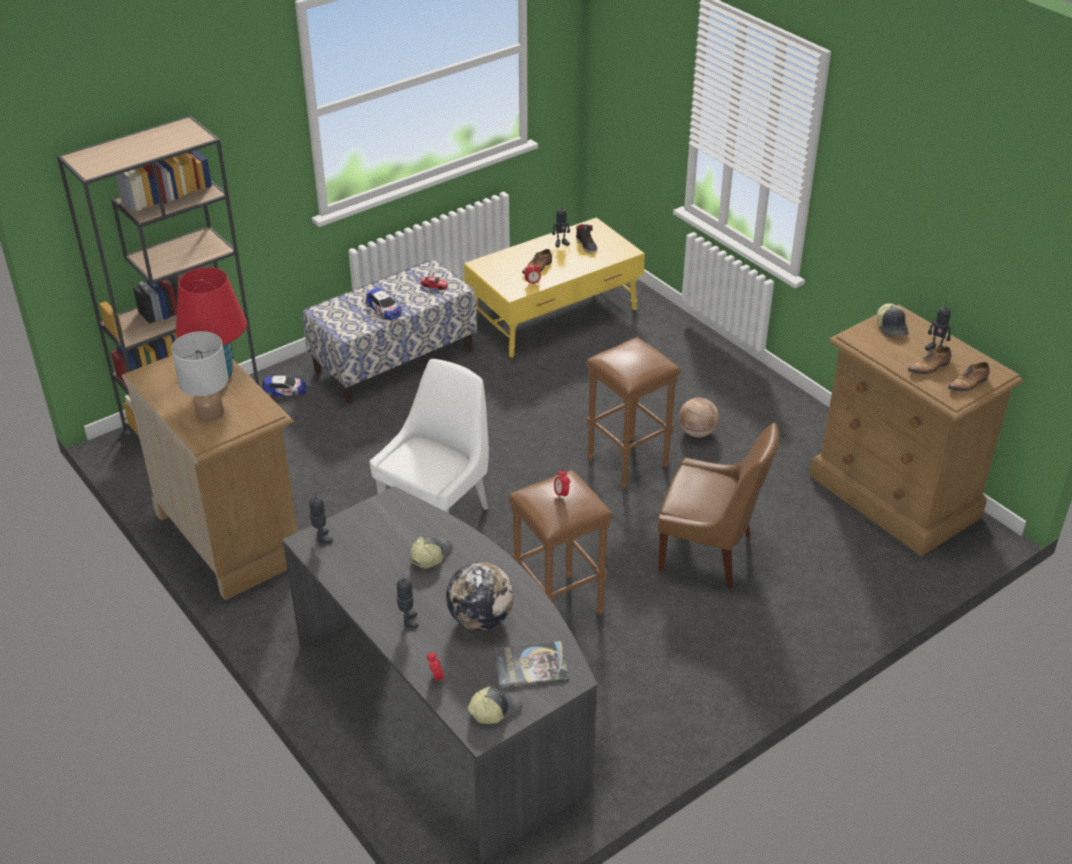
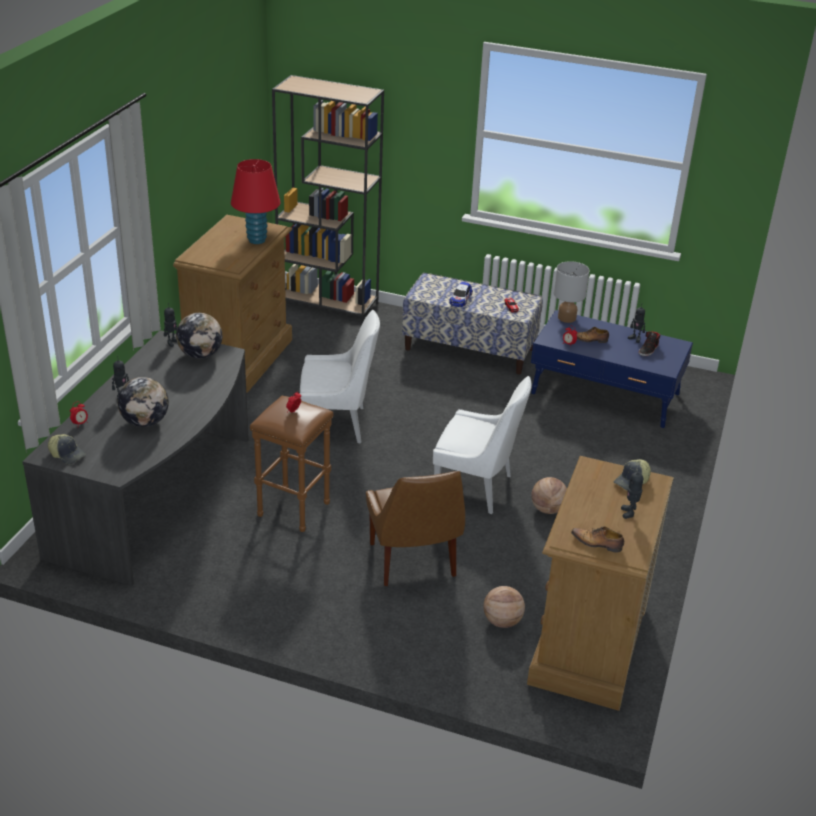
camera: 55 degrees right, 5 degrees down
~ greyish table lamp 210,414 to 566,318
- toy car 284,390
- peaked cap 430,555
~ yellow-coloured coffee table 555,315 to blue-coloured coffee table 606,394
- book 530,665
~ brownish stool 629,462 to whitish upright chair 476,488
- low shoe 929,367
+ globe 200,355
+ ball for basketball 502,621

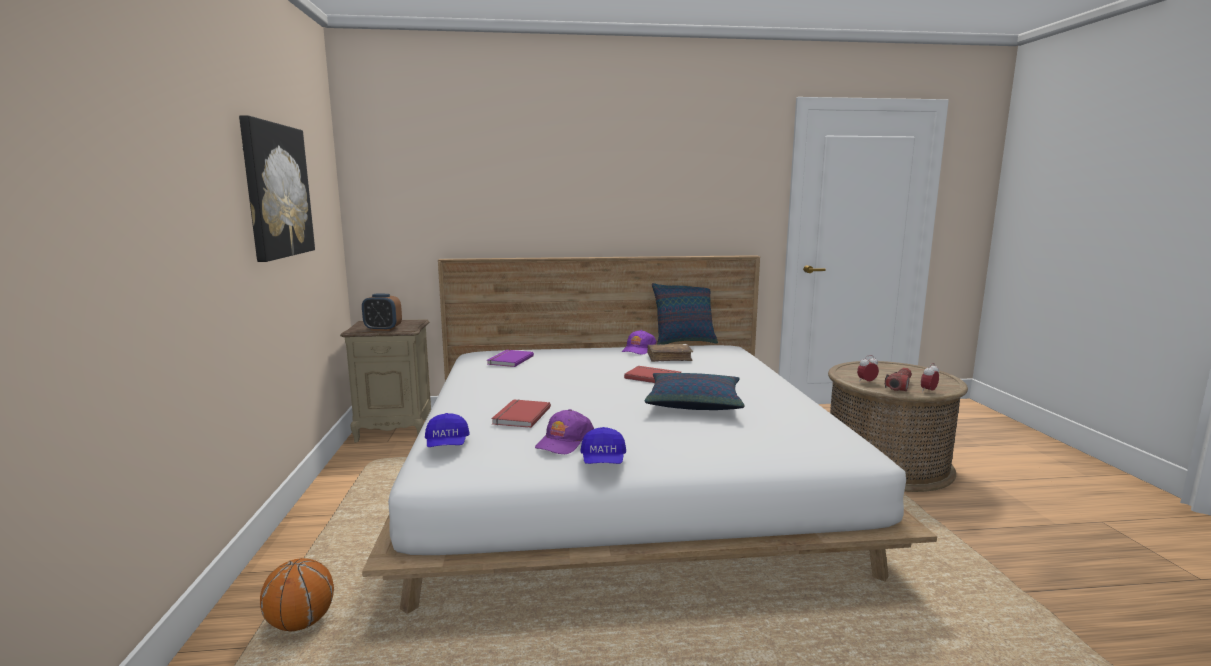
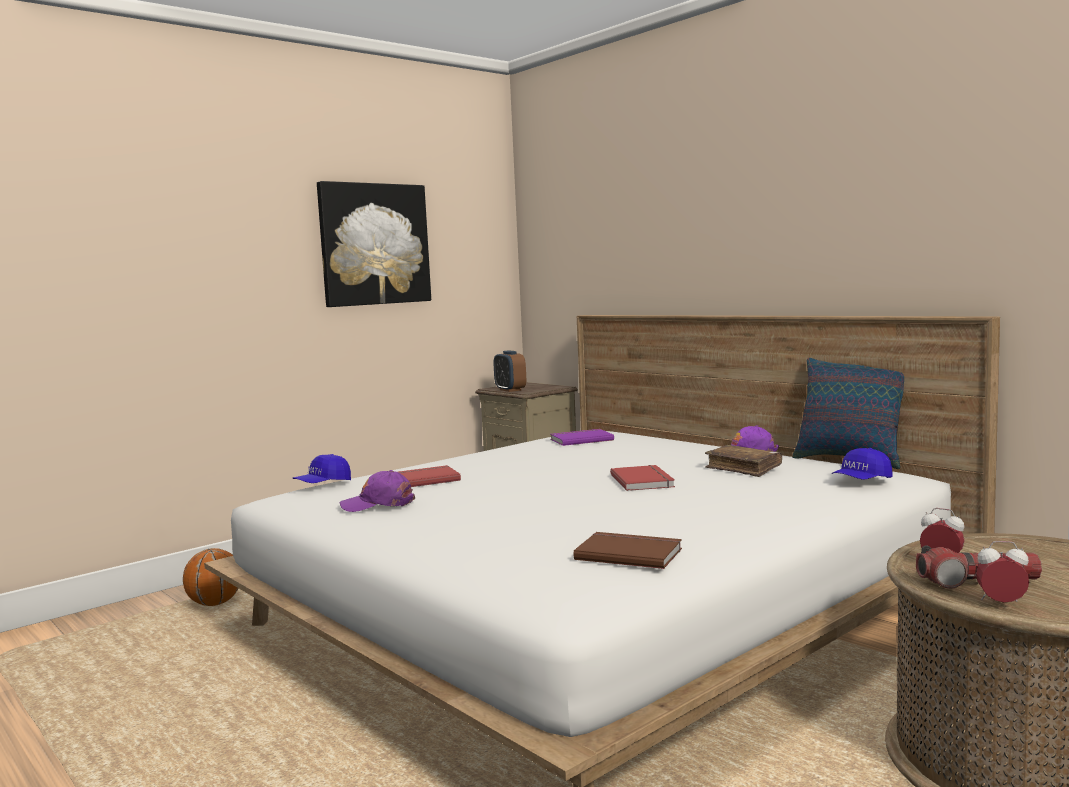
camera: 55 degrees right, 5 degrees down
~ blue-coloured peaked cap 603,461 to 861,481
- blue-coloured throw pillow 694,403
+ brownish book 629,553

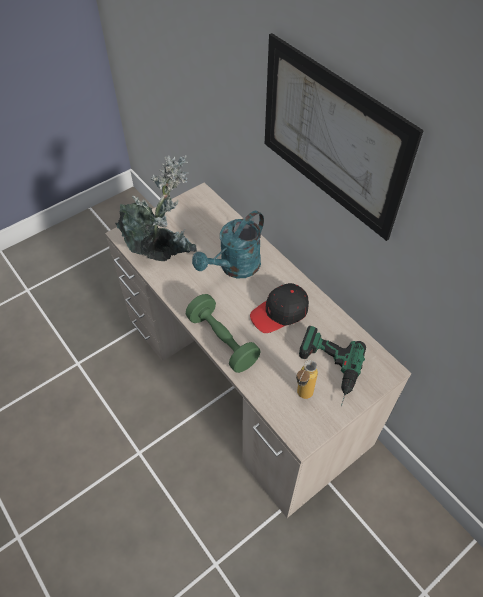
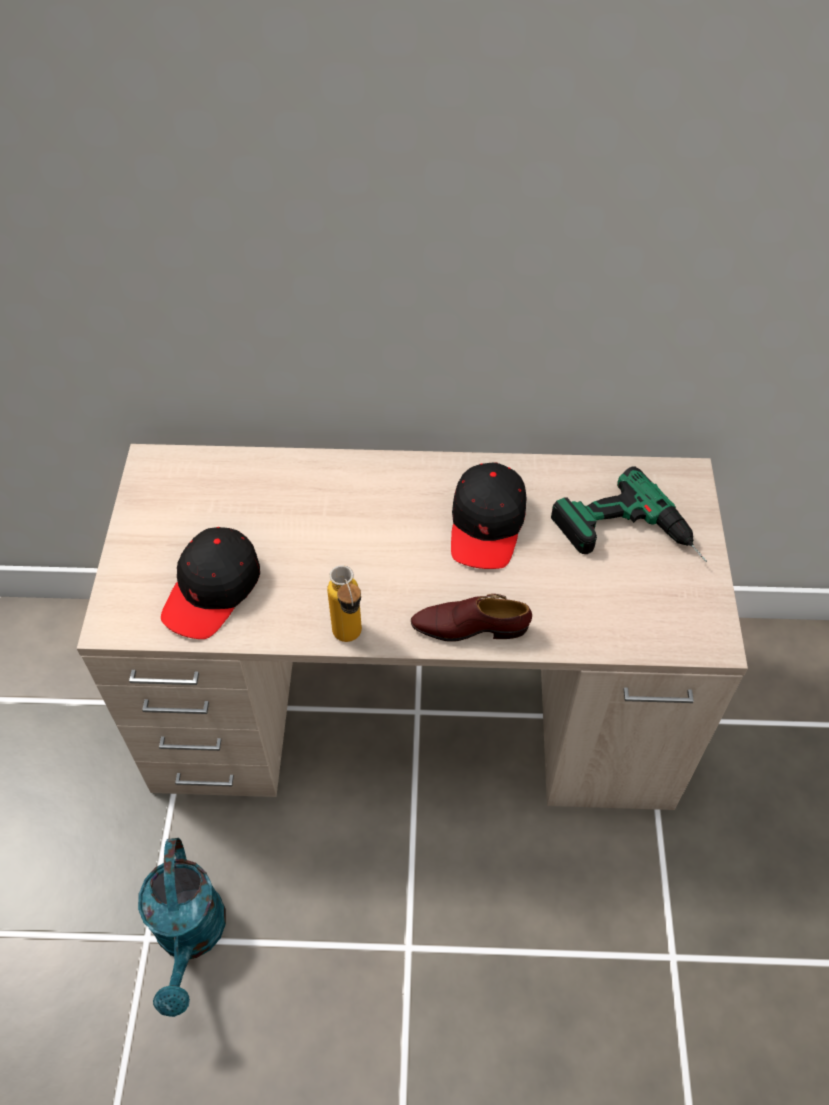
camera: 50 degrees left, 0 degrees up
~ plant in a pot 162,250 to black peaked cap 212,590
~ green dumbbell 222,341 to brownish low shoe 470,627
~ turquoise sprinkling can 235,268 to 191,937
- wall picture 331,137
~ bottle 301,397 to 350,641

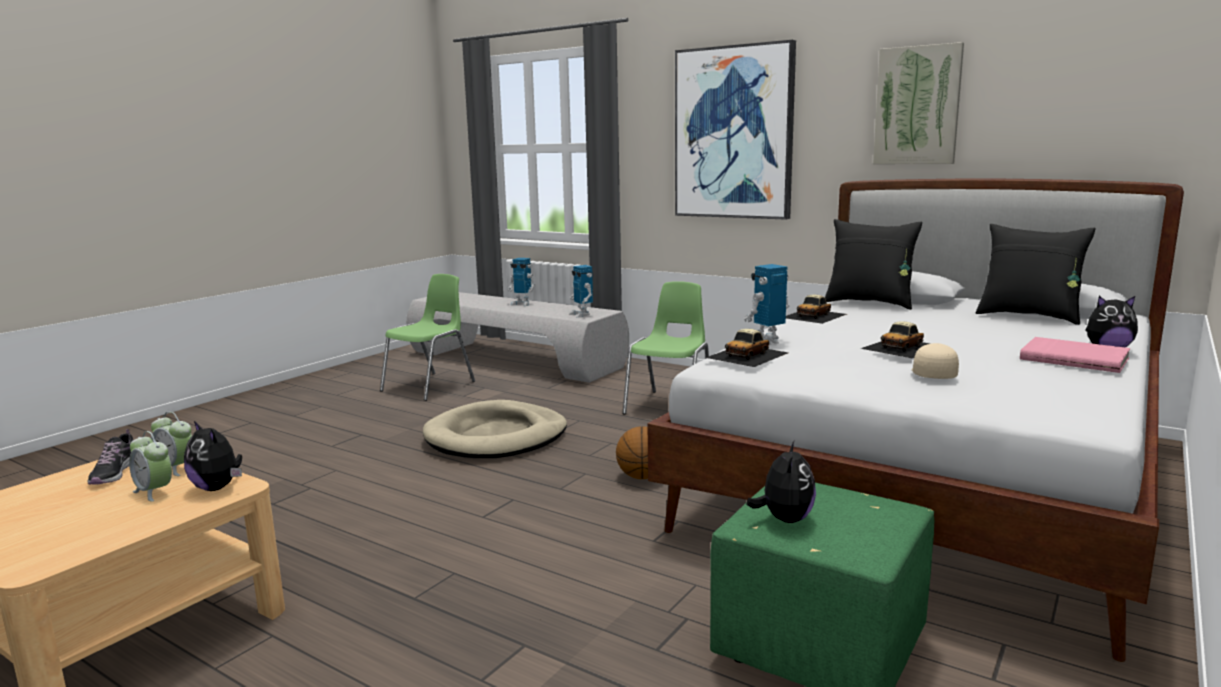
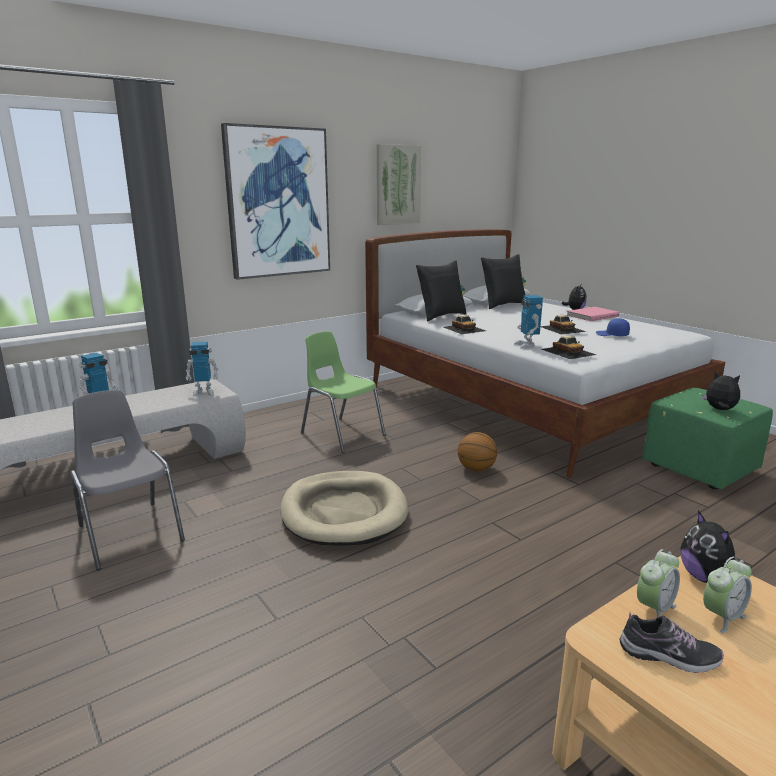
camera: 70 degrees left, 5 degrees up
~ plush toy 218,487 = 705,577 105 degrees clockwise
~ green upright chair 430,386 to greyish upright chair 129,532
~ beige peaked cap 932,374 to blue-coloured peaked cap 612,335

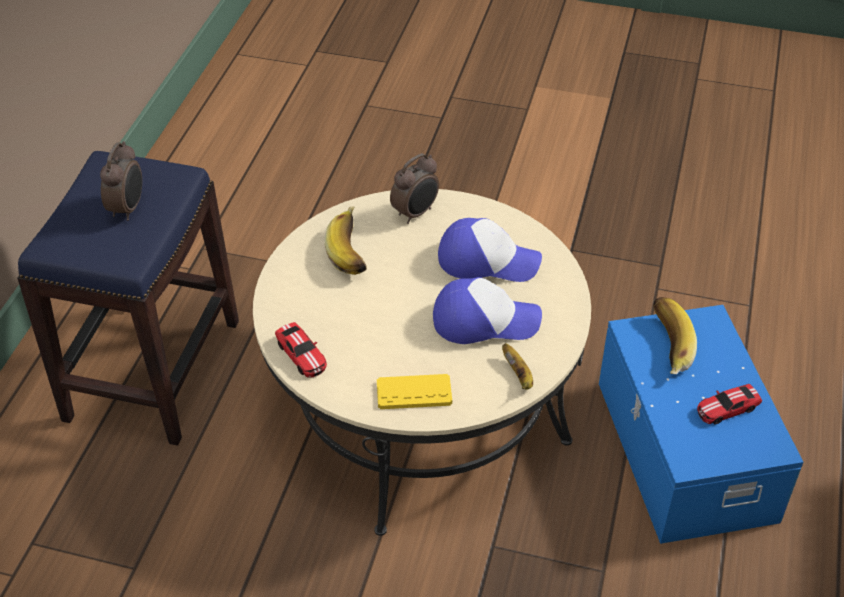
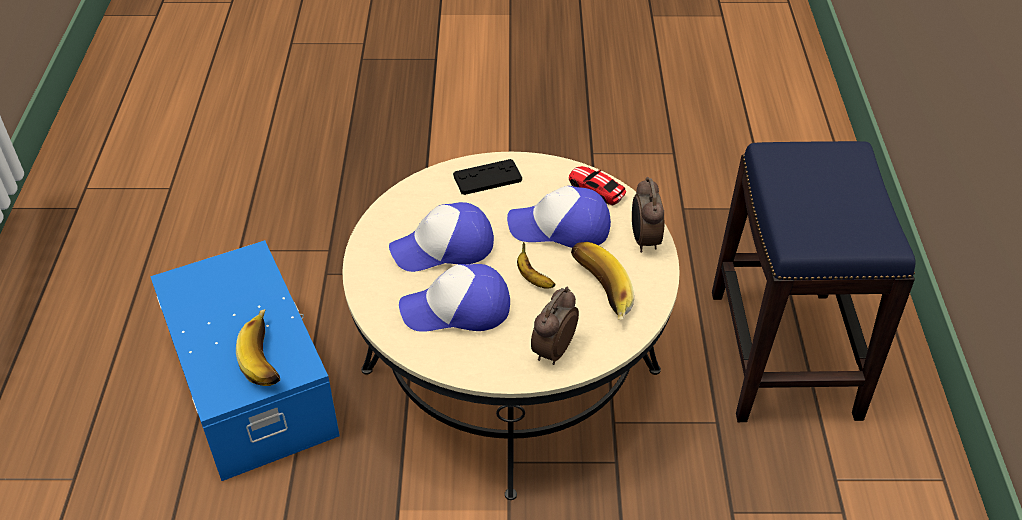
camera: 165 degrees right, 0 degrees up
~ table clock 128,208 to 644,240
~ yellow-coloured game controller 414,393 to black game controller 487,178
~ banana fruit 519,375 to 533,278
- toy car 728,408
+ peaked cap 560,227

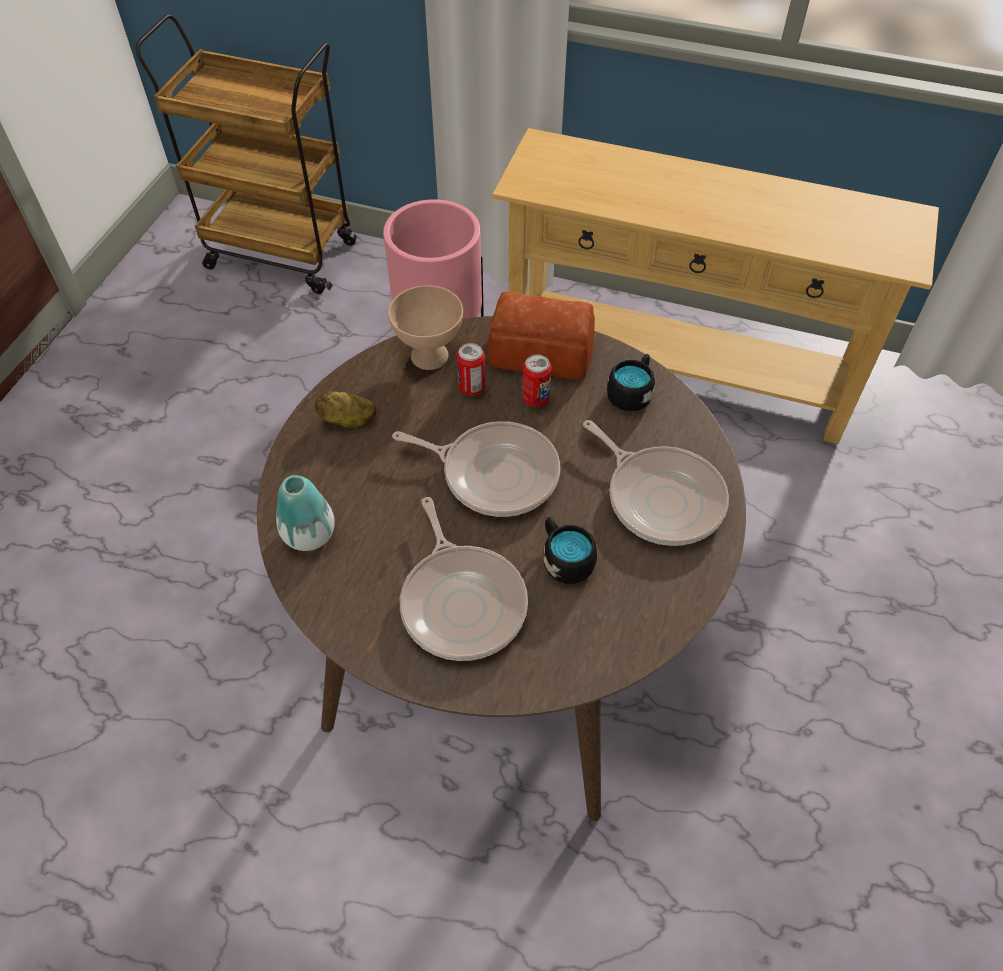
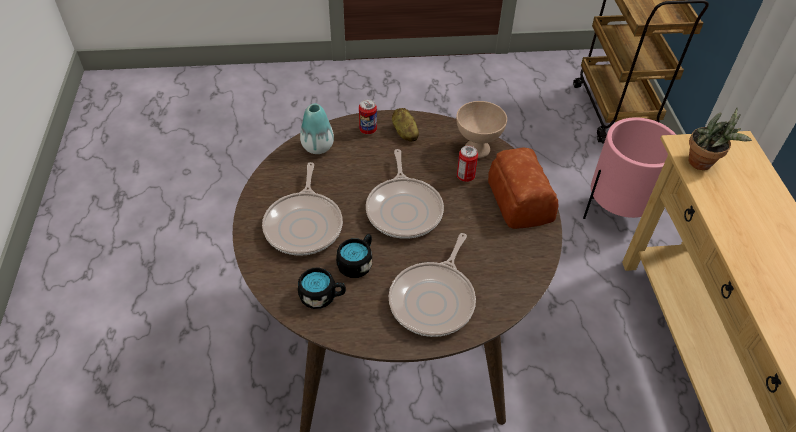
camera: 65 degrees right, 5 degrees down
~ pan 462,601 = 304,224 45 degrees counterclockwise
~ can 535,399 to 368,130
~ black mug 631,393 to 322,296
+ plant in a pot 703,164

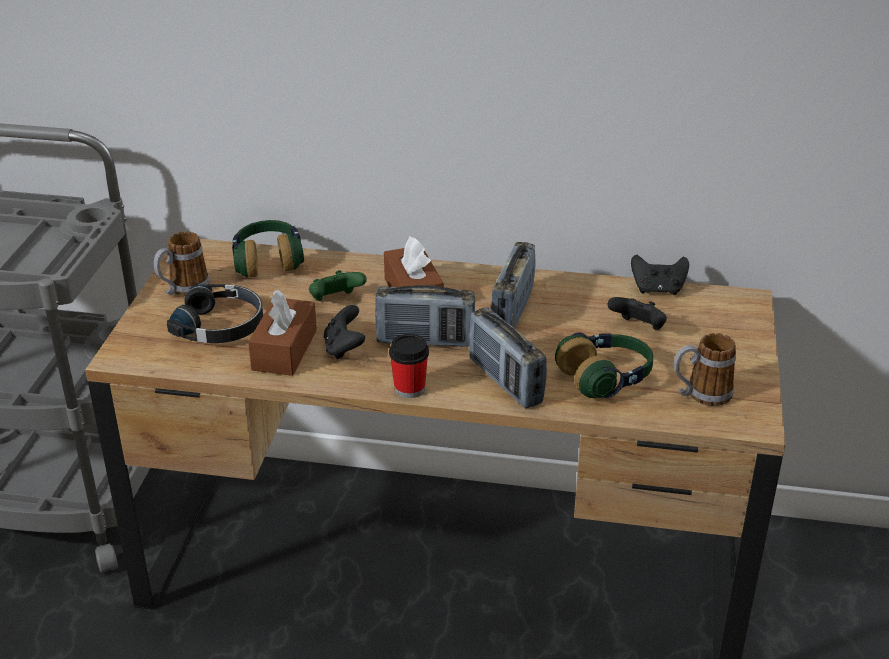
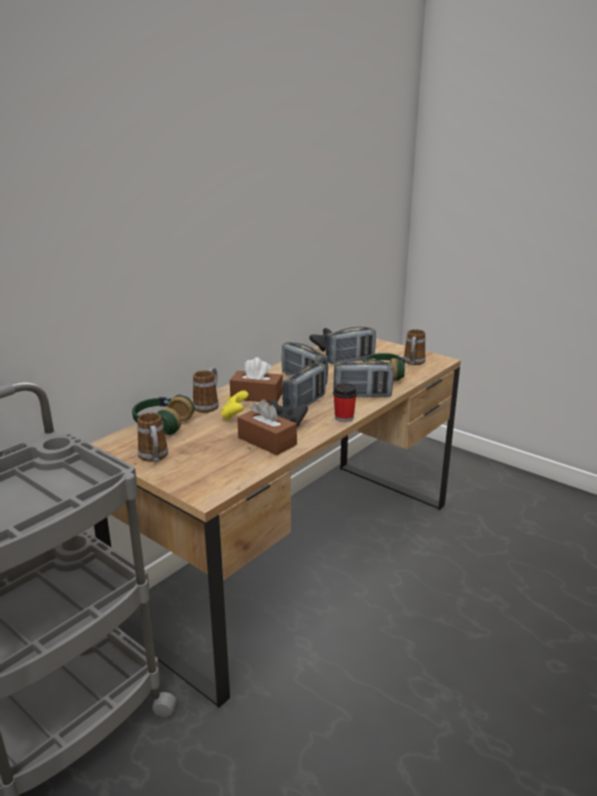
camera: 60 degrees left, 10 degrees down
- black headphones 221,325
~ green game controller 336,301 to yellow-coloured game controller 234,416
~ black game controller 638,328 to radio 350,360
+ mug 208,405

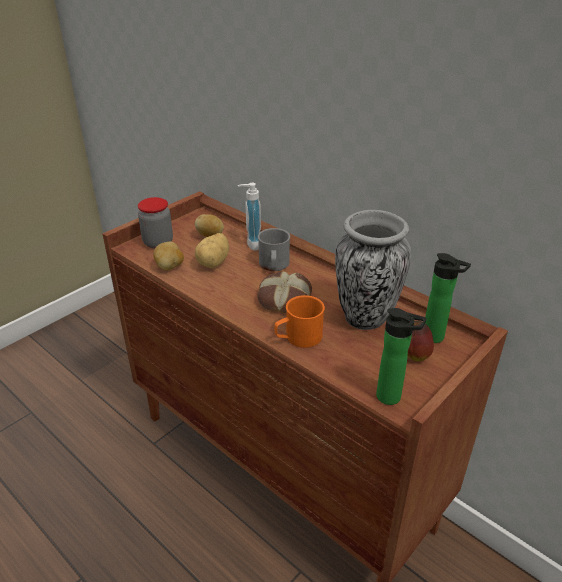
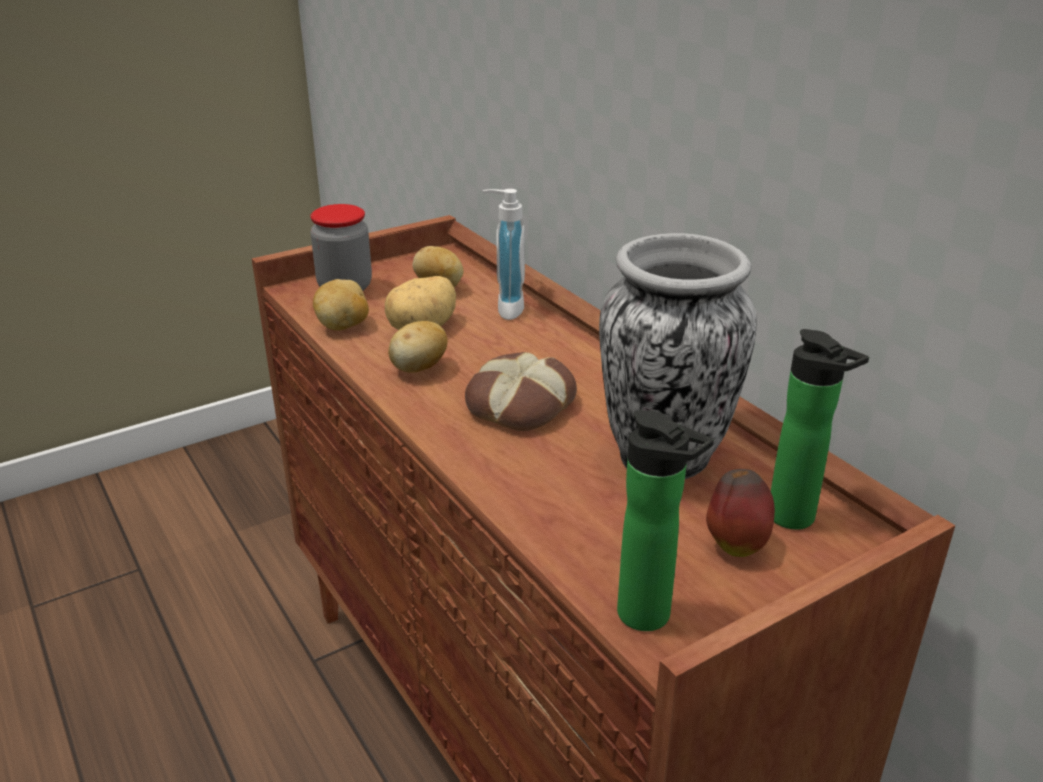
camera: 15 degrees right, 5 degrees down
- greyish mug 274,266
- orangey mug 298,338
+ spud 418,369

